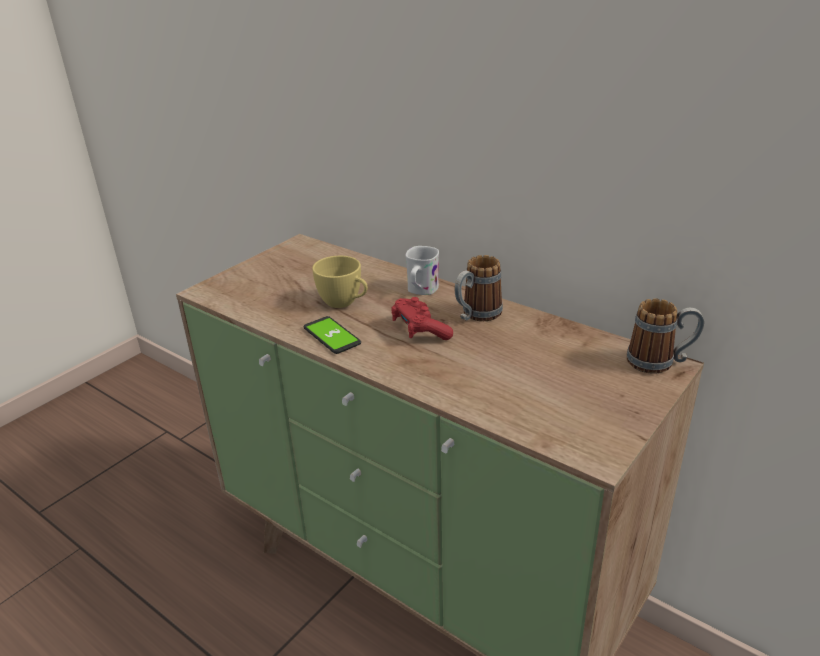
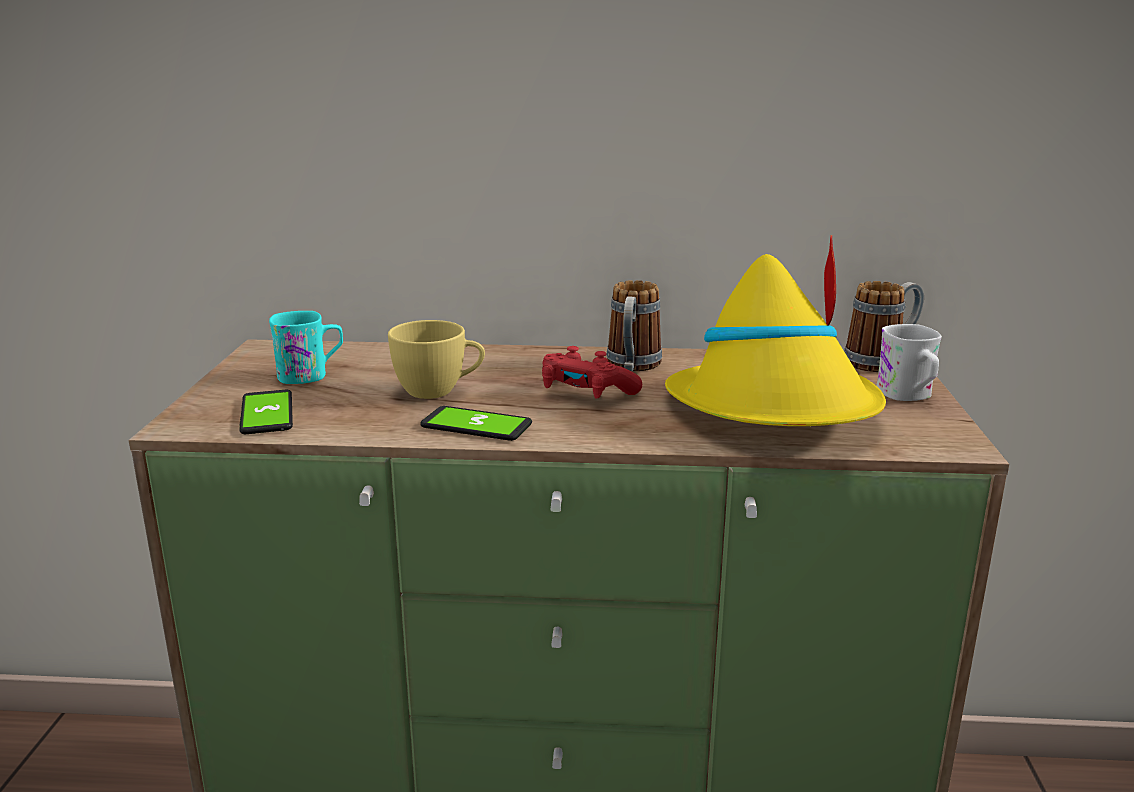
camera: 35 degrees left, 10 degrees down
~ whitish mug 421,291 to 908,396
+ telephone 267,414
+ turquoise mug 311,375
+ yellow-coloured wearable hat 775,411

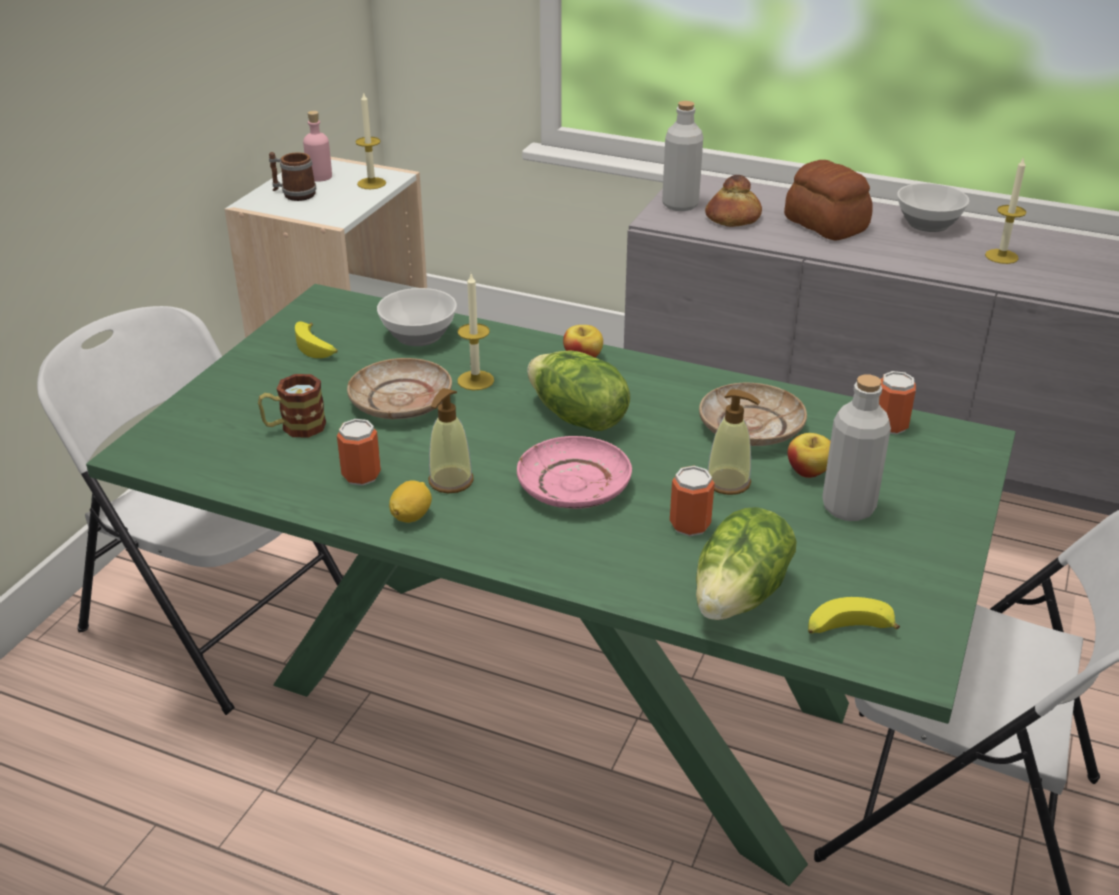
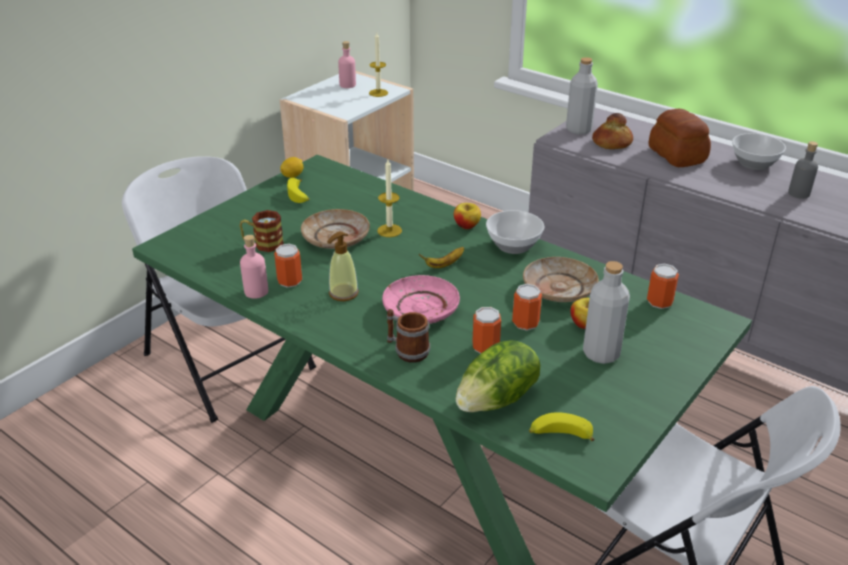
camera: 15 degrees right, 0 degrees up
~ mug 294,194 to 407,350
~ deep dish 420,335 to 514,245
~ whole lemon 411,516 to 293,176
~ lettuce head 577,418 to banana fruit 444,265
~ soap dispenser 728,482 to can 525,323
~ wax candle 1001,256 to greyish bottle 799,193
+ pinkish bottle 256,291

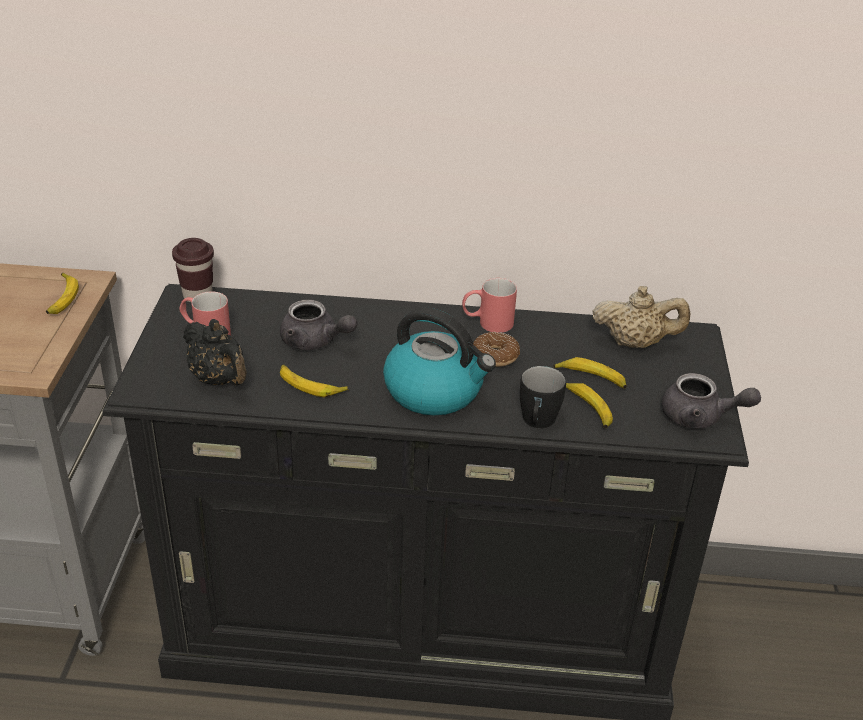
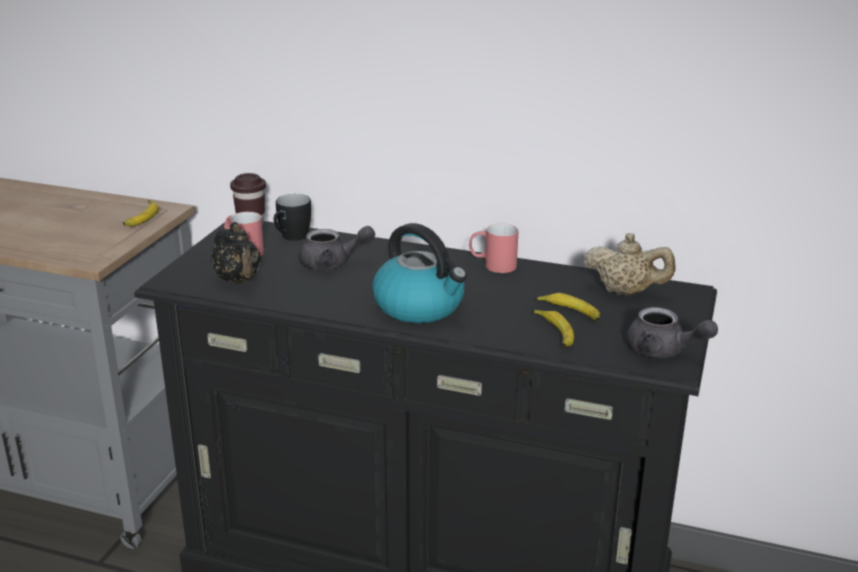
camera: 15 degrees right, 10 degrees down
~ greyish pot for tea 315,341 = 332,263 45 degrees counterclockwise
- banana fruit 311,385
- donut 495,356
~ black mug 537,423 to 291,238

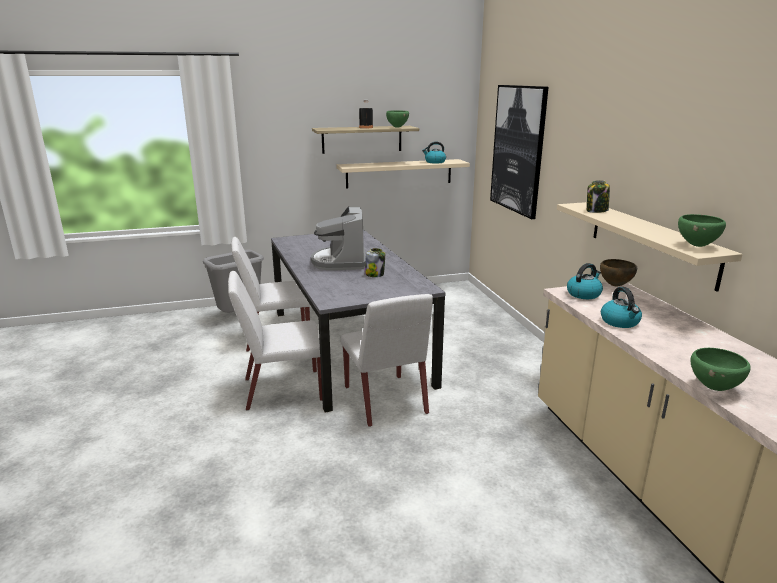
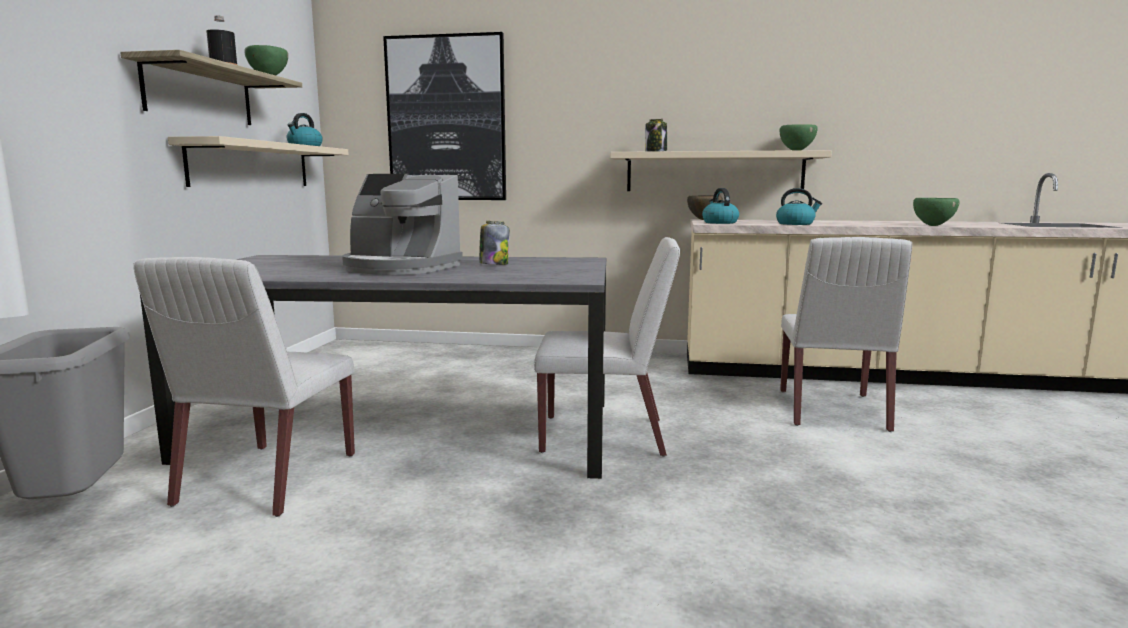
camera: 65 degrees left, 10 degrees down
~ whitish upright chair 281,390 to 832,410

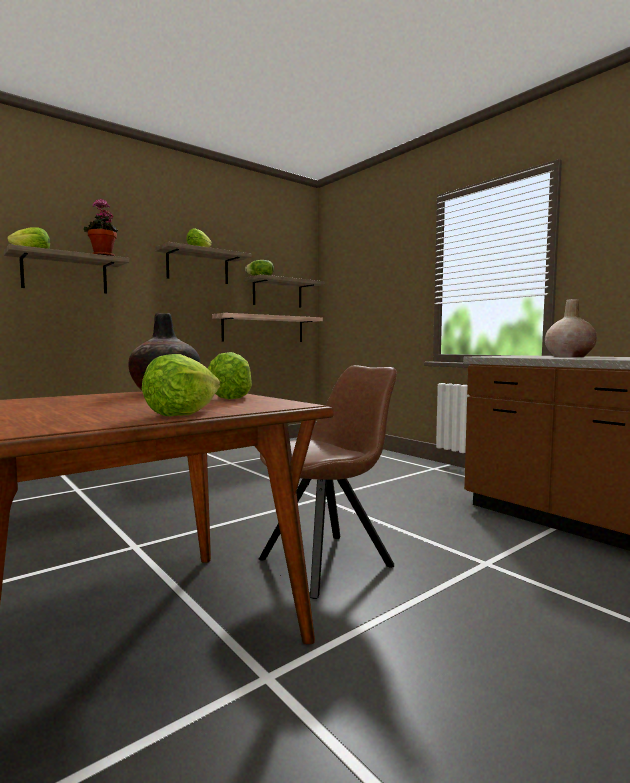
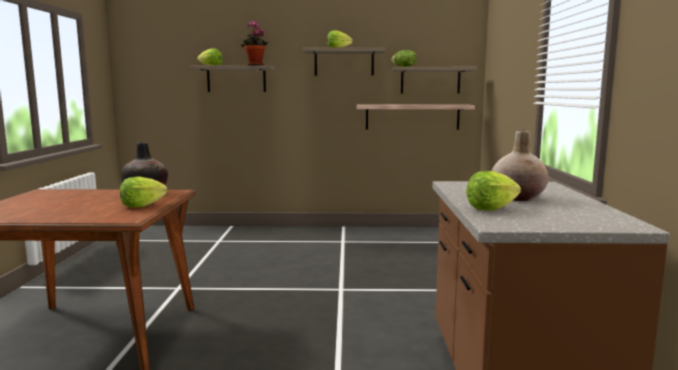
camera: 40 degrees right, 5 degrees up
~ lettuce head 183,413 to 491,208
- brownish upright chair 327,563

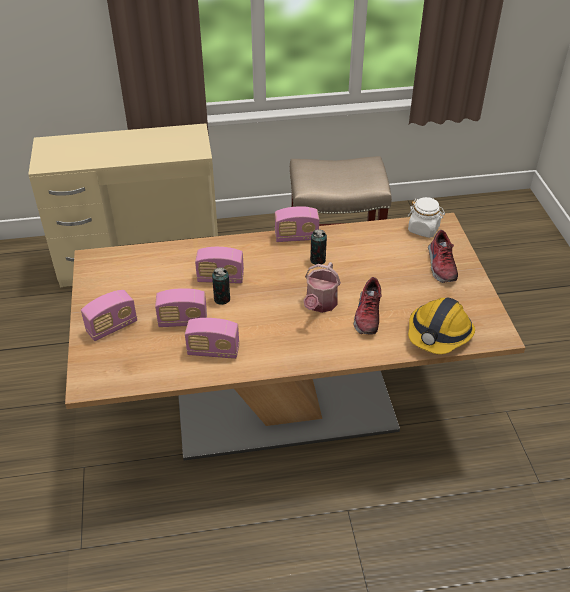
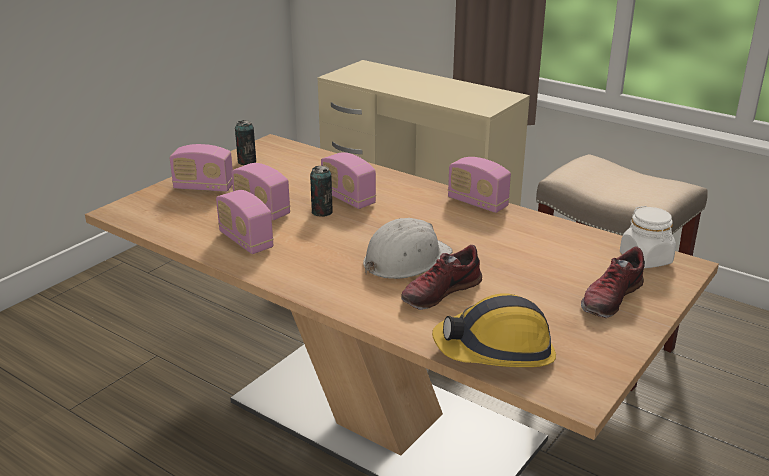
camera: 45 degrees right, 15 degrees down
~ sprinkling can 320,305 to whitish safety helmet 405,260
~ can 317,260 to 247,162

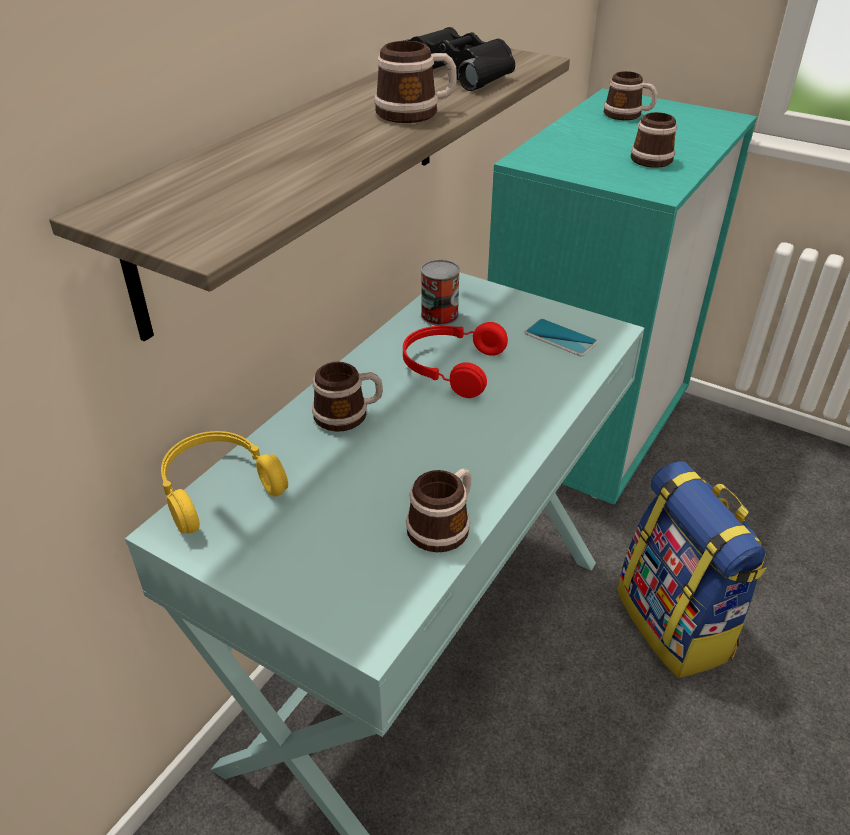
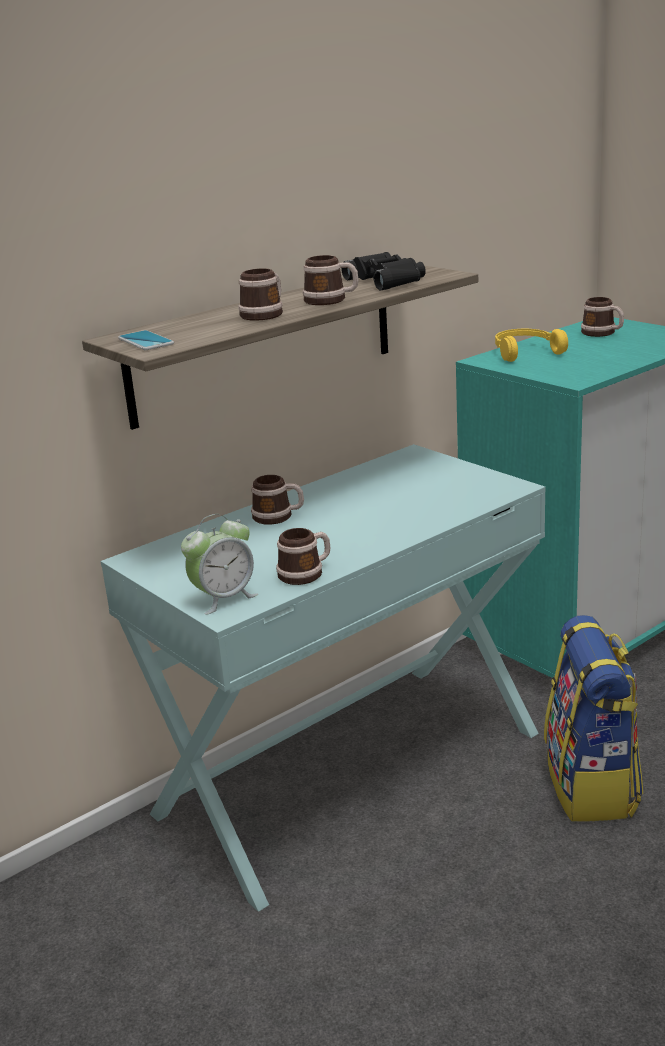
camera: 20 degrees right, 15 degrees down
~ yellow-coloured headphones 217,487 to 524,352
- red-coloured headphones 450,367
- can 439,315
~ telephone 560,338 to 145,341
~ mug 651,157 to 265,314
+ table clock 223,598

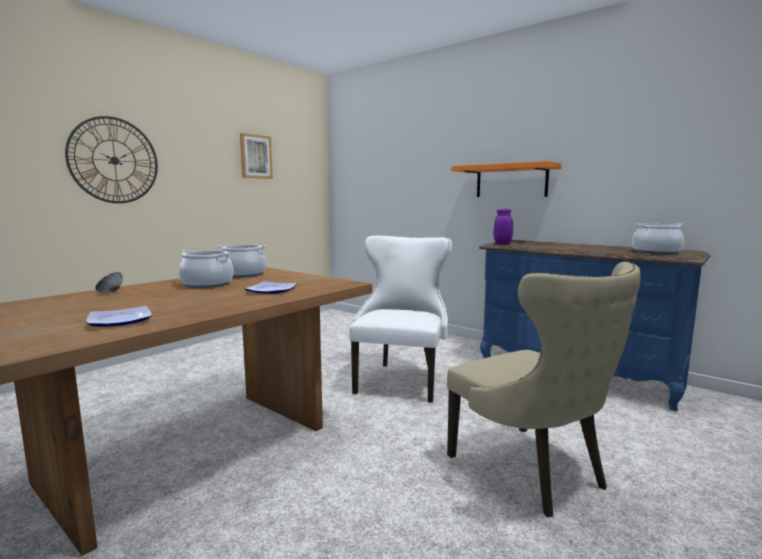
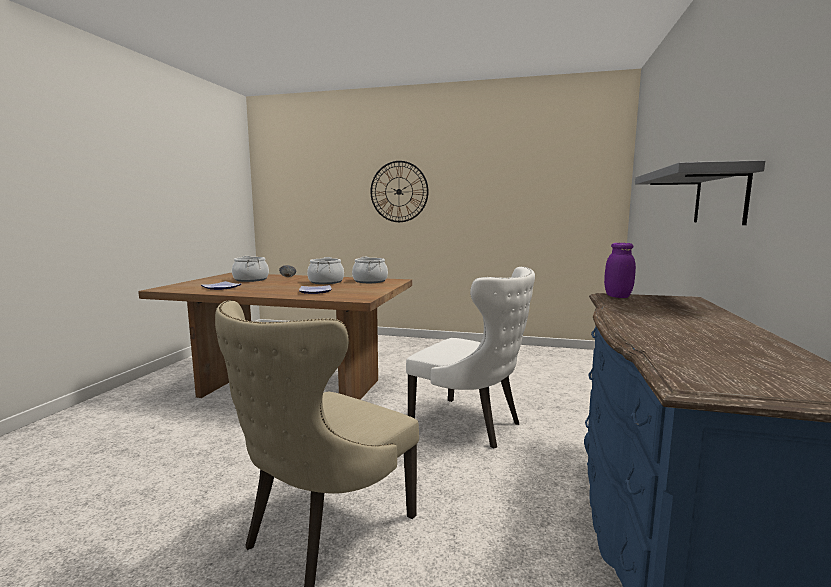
camera: 65 degrees right, 0 degrees up
- wall picture 255,156
~ whitish upright chair 401,379 = 471,424 45 degrees clockwise
~ orangey wall shelf 511,181 to greyish wall shelf 720,196
~ cooking pot 656,252 to 251,279

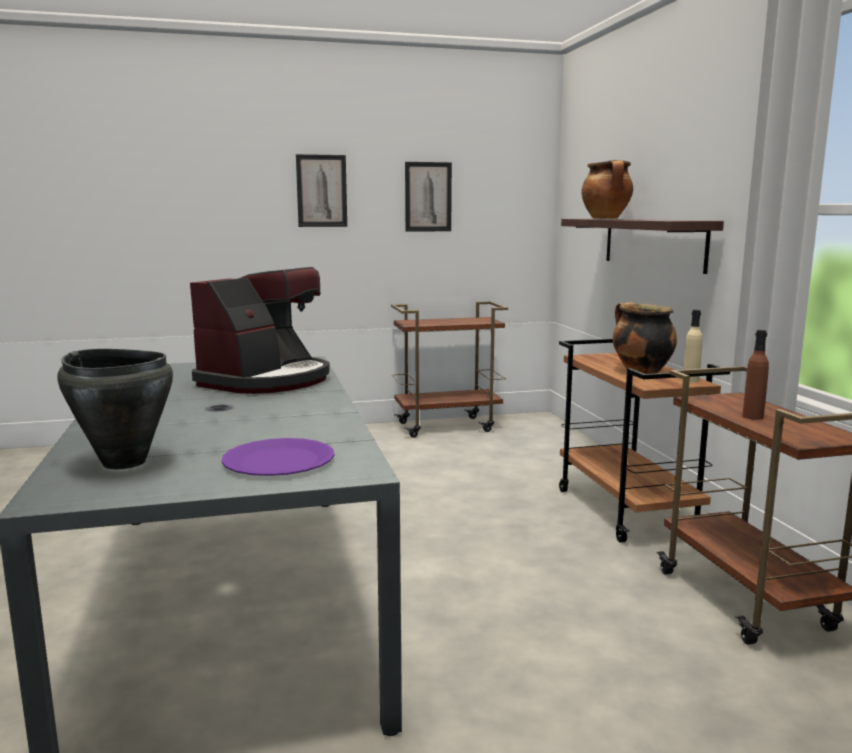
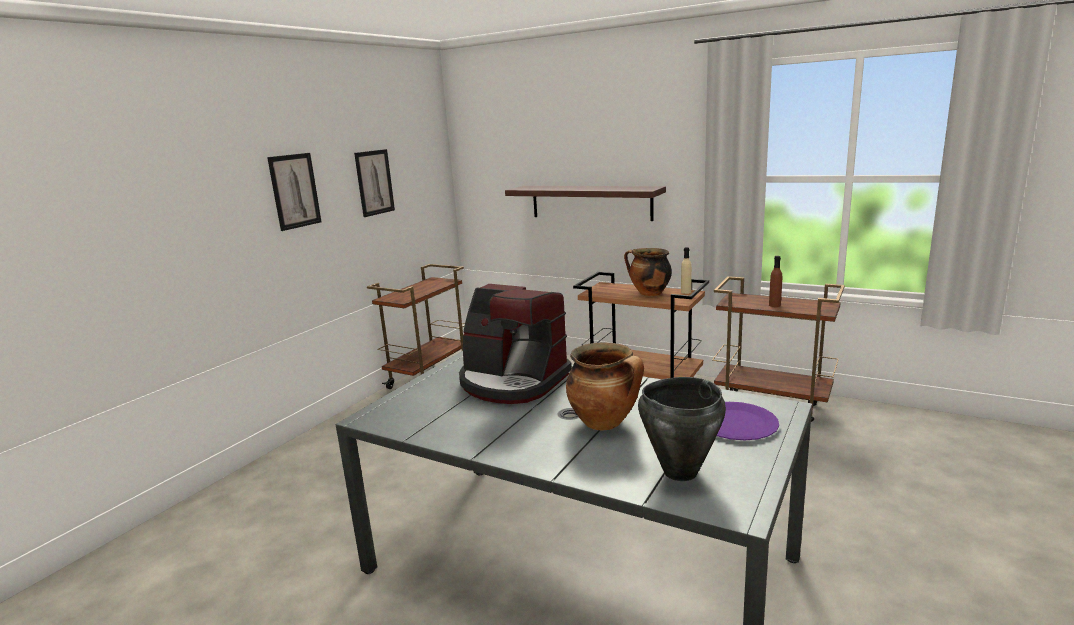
camera: 45 degrees left, 5 degrees up
~ coffee brewer 267,380 = 512,381 135 degrees clockwise
~ cooking pot 606,218 to 605,423

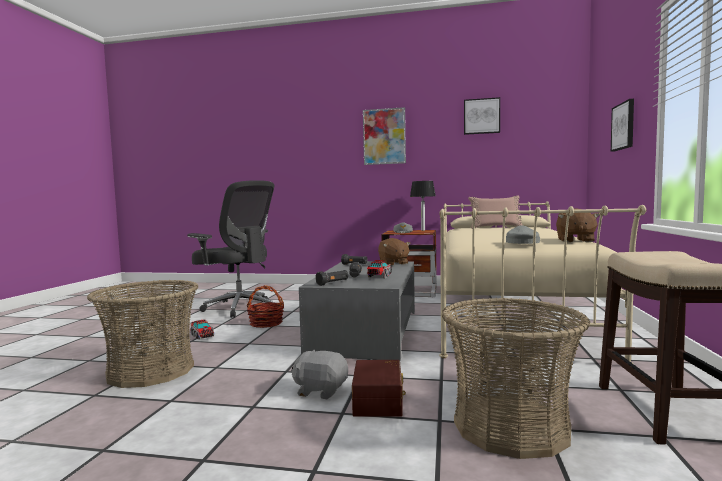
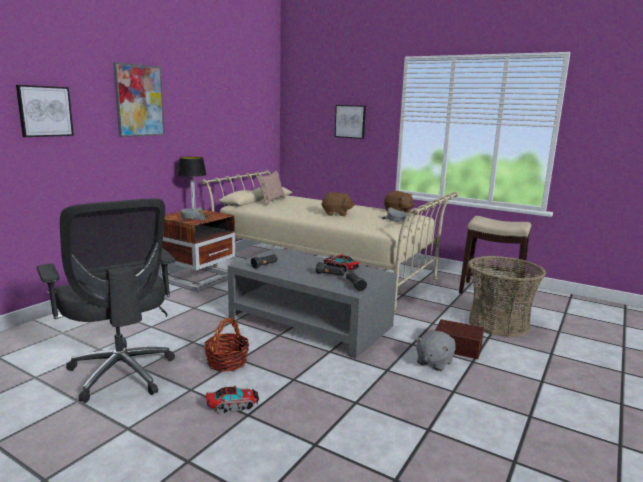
camera: 70 degrees left, 10 degrees up
- household basket 151,370
~ desk chair 239,308 = 120,372 90 degrees clockwise
~ brownish plush toy 393,263 to 336,214
~ wall picture 481,116 to 45,111

